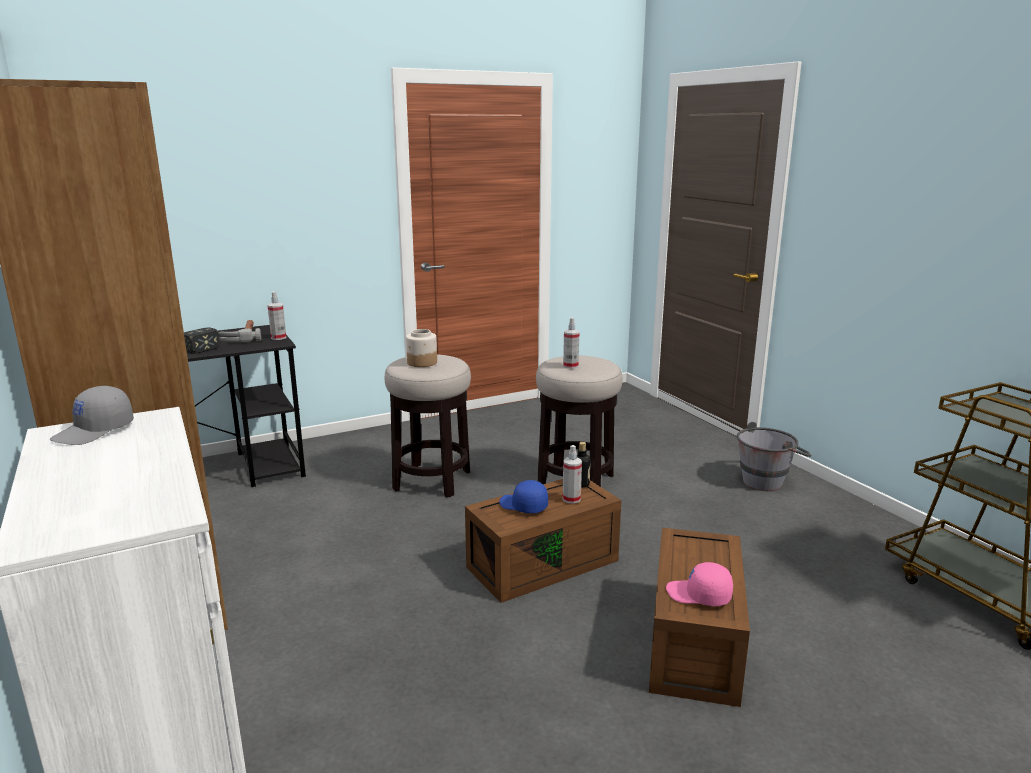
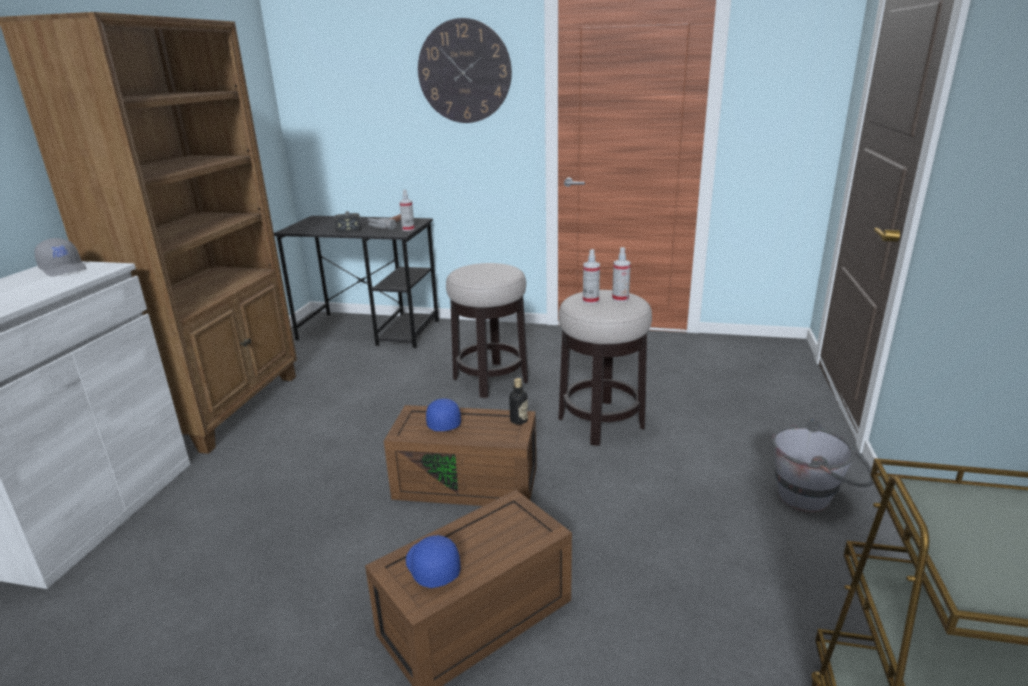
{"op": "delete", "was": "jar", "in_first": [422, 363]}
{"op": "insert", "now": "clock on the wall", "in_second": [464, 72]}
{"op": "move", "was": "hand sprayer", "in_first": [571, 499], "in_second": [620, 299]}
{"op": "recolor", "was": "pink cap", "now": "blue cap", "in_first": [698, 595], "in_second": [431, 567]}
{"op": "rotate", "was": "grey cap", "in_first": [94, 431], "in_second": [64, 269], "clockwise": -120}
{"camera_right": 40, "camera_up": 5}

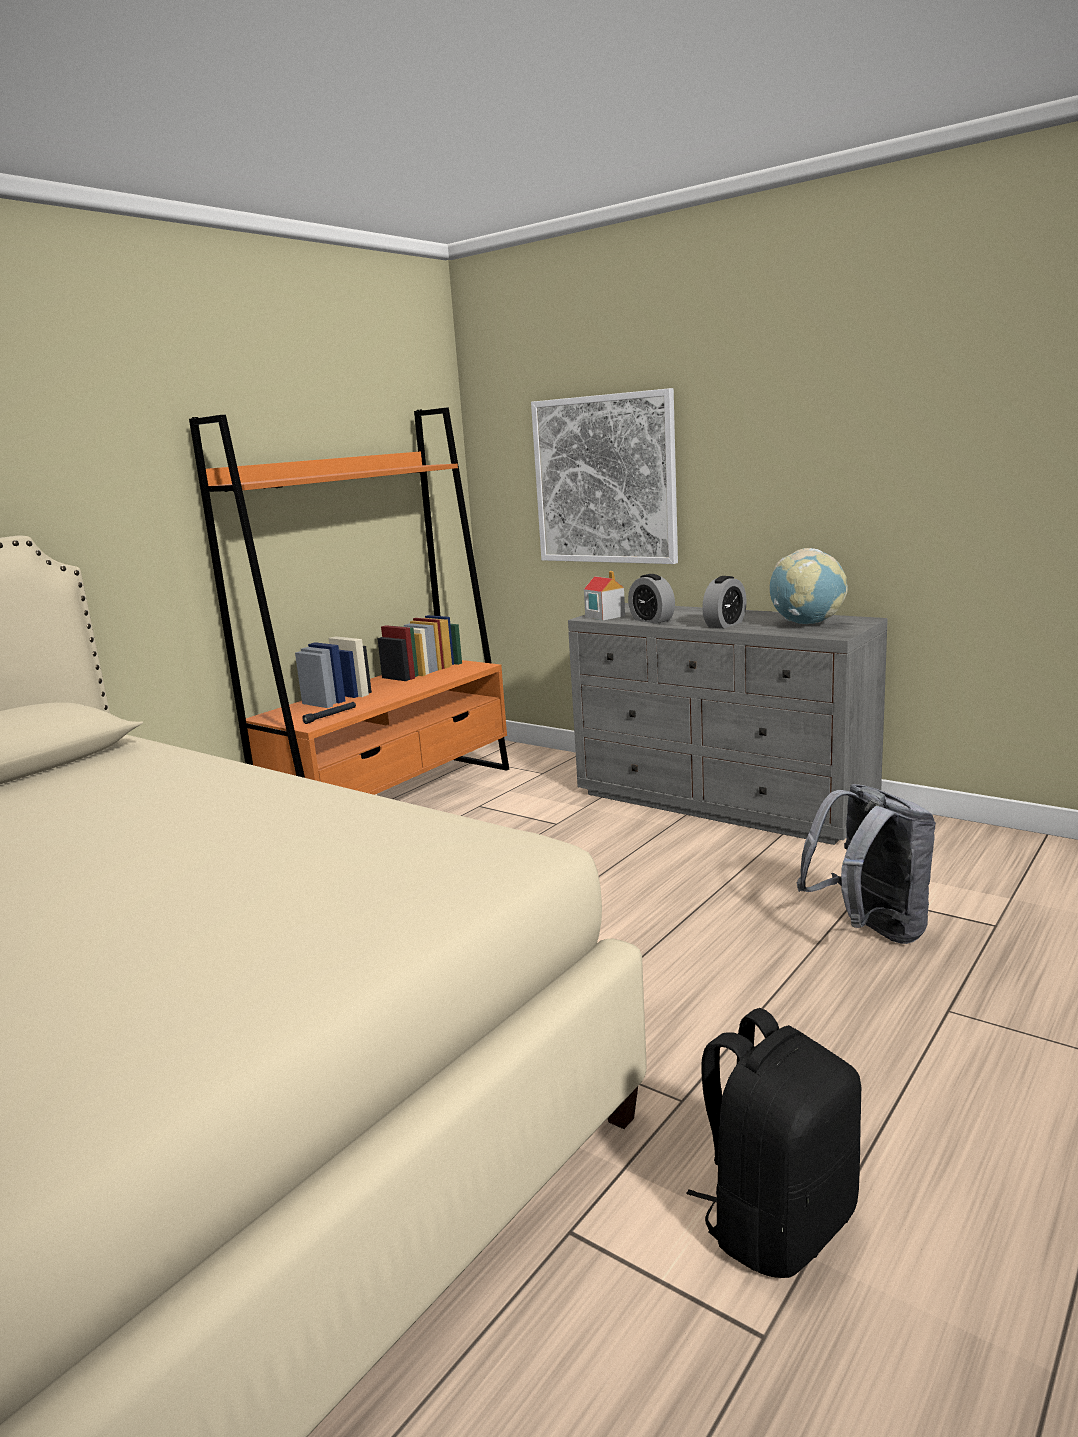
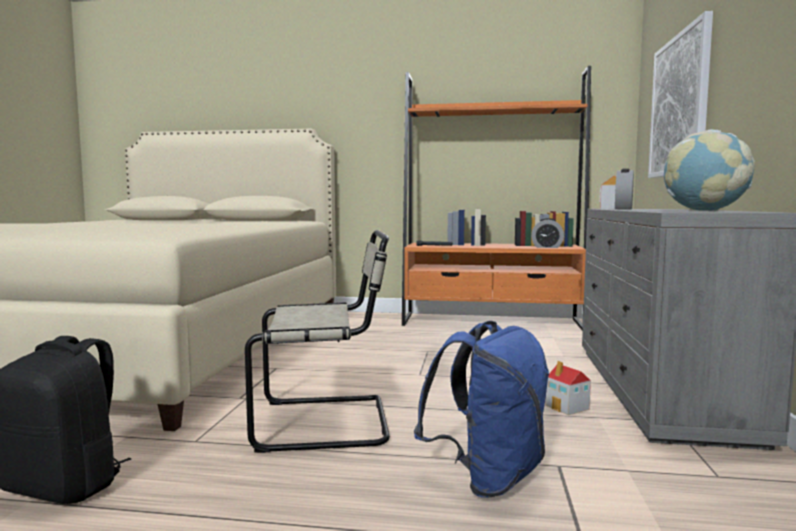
{"op": "insert", "now": "beige chair", "in_second": [328, 422]}
{"op": "insert", "now": "toy house", "in_second": [567, 407]}
{"op": "move", "was": "table clock", "in_first": [724, 624], "in_second": [547, 247]}
{"op": "recolor", "was": "grey rucksack", "now": "blue rucksack", "in_first": [870, 931], "in_second": [488, 477]}
{"camera_right": 60, "camera_up": -10}

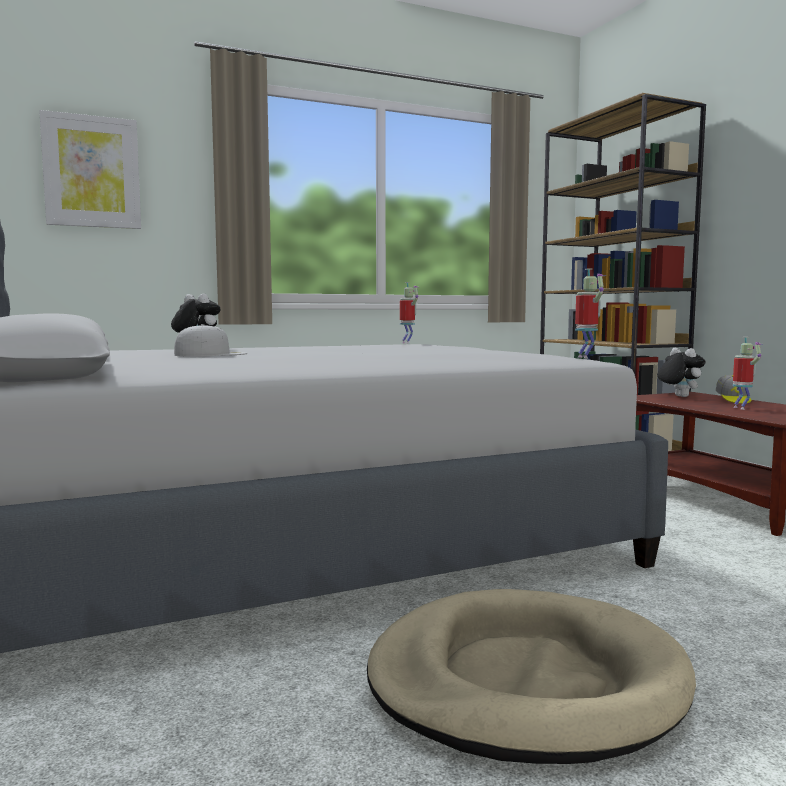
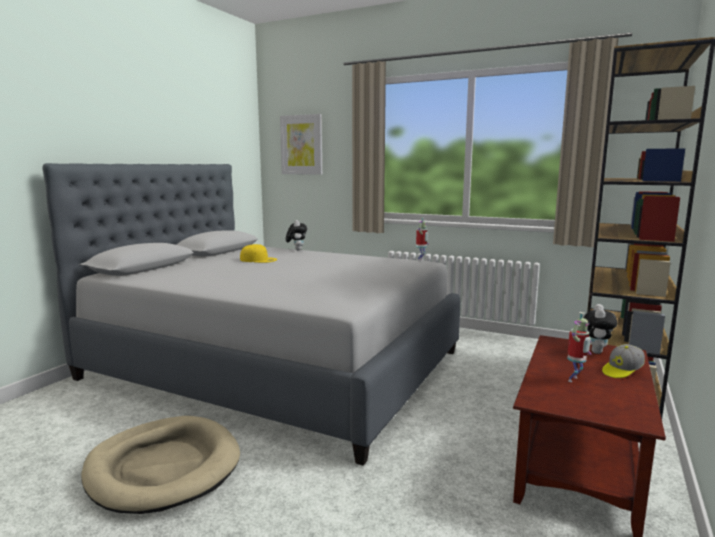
{"op": "delete", "was": "toy robot", "in_first": [586, 358]}
{"op": "recolor", "was": "white-coloured cap", "now": "yellow cap", "in_first": [211, 354], "in_second": [259, 259]}
{"camera_right": 50, "camera_up": 5}

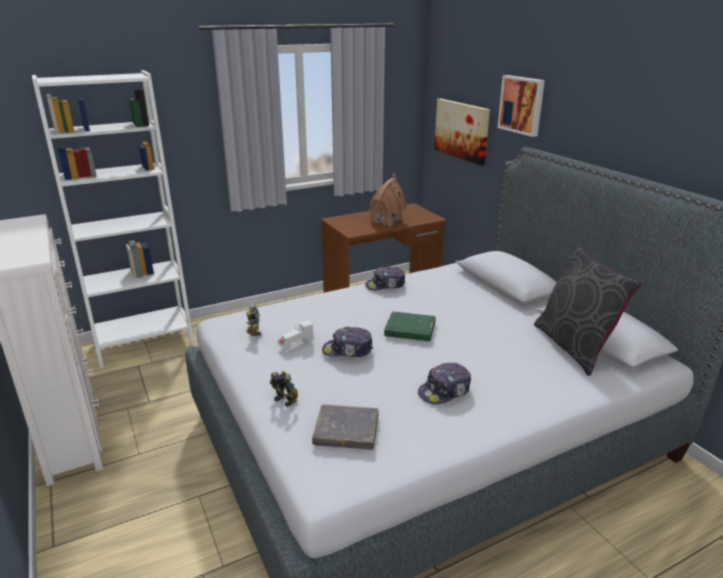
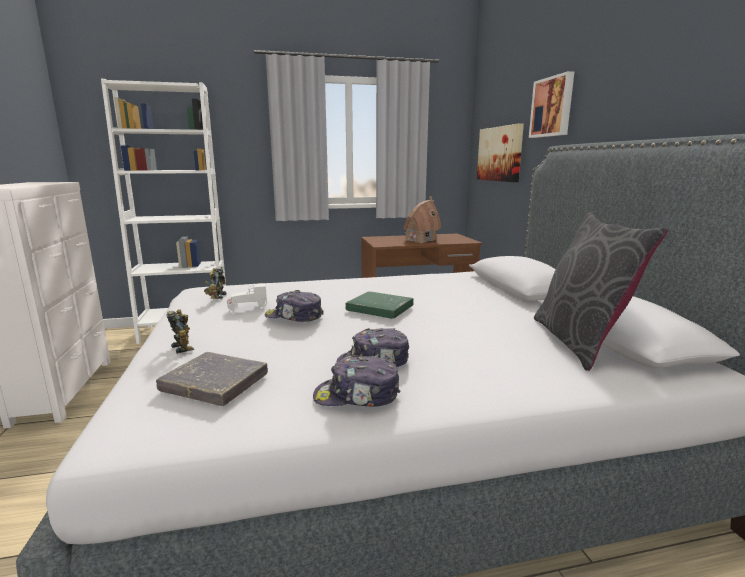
{"op": "move", "was": "cap", "in_first": [385, 285], "in_second": [357, 396]}
{"camera_right": 15, "camera_up": -10}

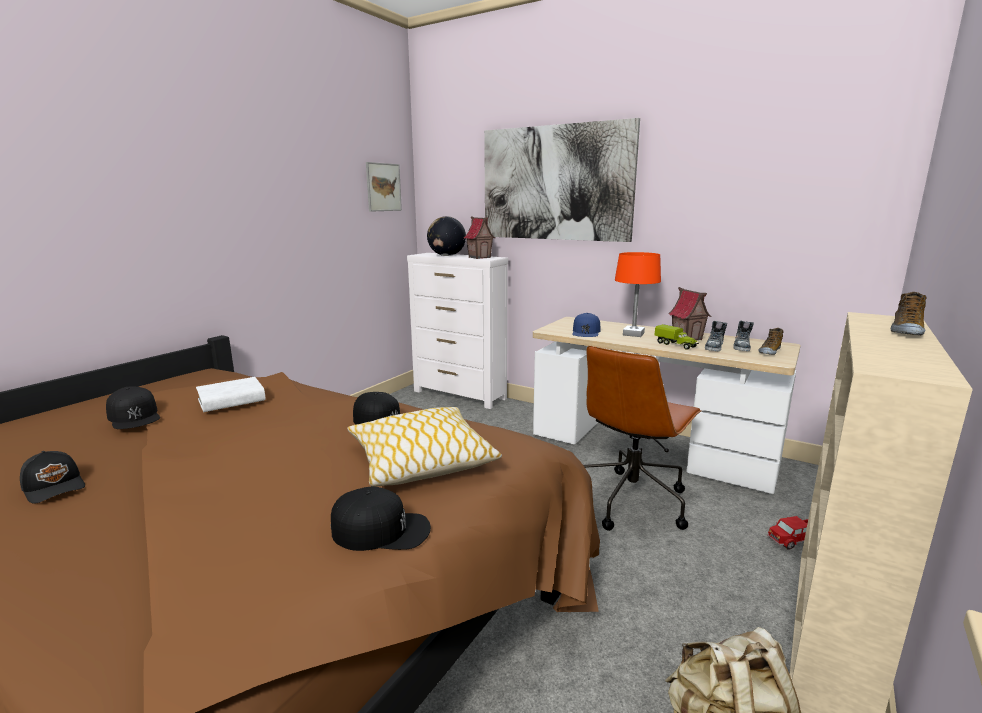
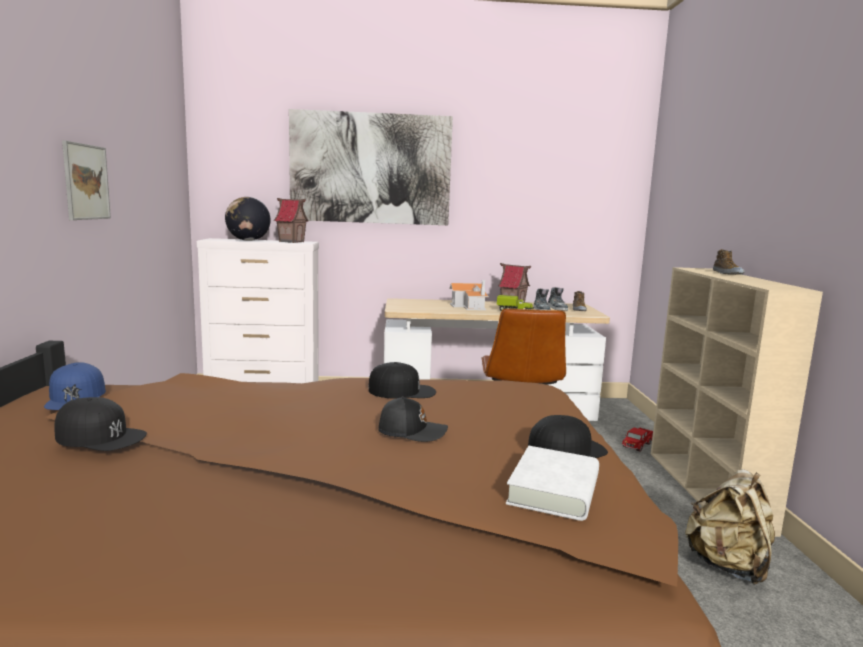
{"op": "delete", "was": "cushion", "in_first": [420, 461]}
{"op": "move", "was": "blackish cap", "in_first": [55, 487], "in_second": [411, 431]}
{"op": "move", "was": "white-coloured bound book", "in_first": [231, 400], "in_second": [554, 491]}
{"op": "move", "was": "wall art", "in_first": [383, 187], "in_second": [86, 182]}
{"op": "move", "was": "blue cap", "in_first": [586, 332], "in_second": [76, 397]}
{"op": "replace", "was": "orange tabletop lamp", "now": "toy house", "in_first": [633, 334], "in_second": [470, 306]}
{"camera_right": -35, "camera_up": -5}

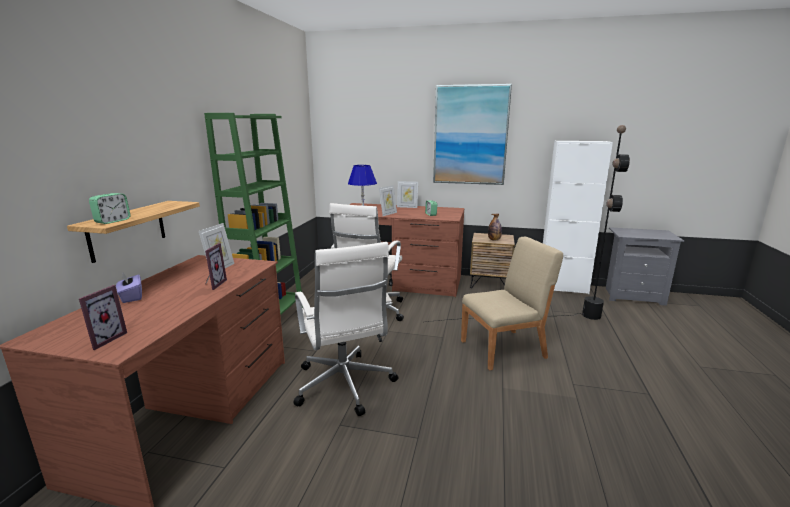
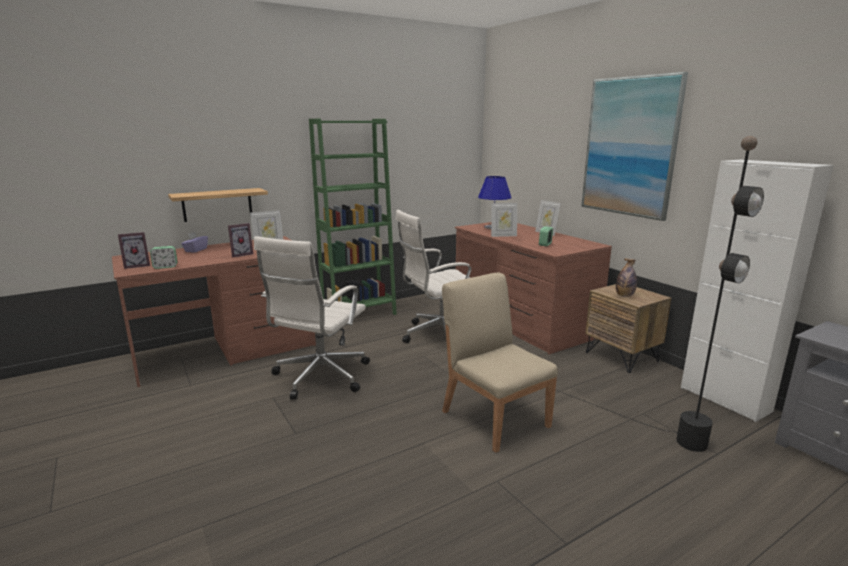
{"op": "move", "was": "table clock", "in_first": [113, 221], "in_second": [165, 267]}
{"op": "rotate", "was": "beige chair", "in_first": [504, 349], "in_second": [494, 418], "clockwise": -150}
{"camera_right": 45, "camera_up": 0}

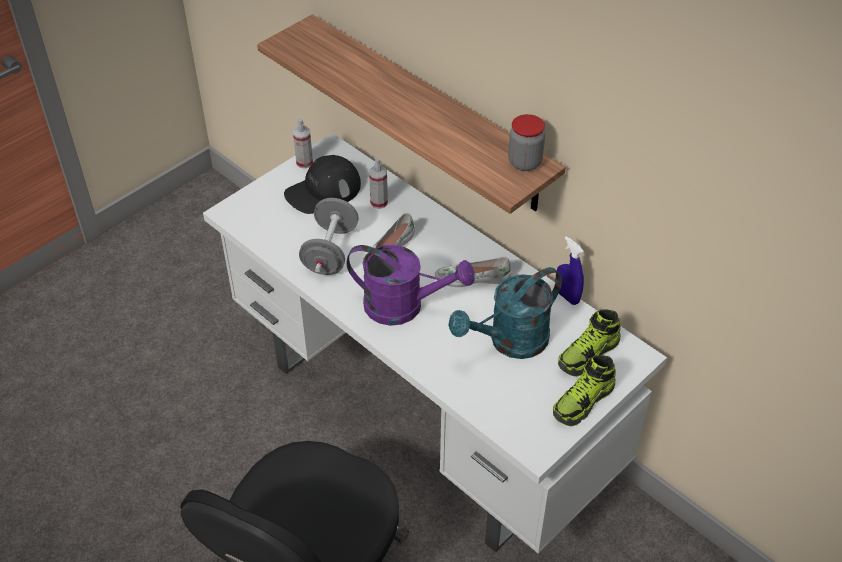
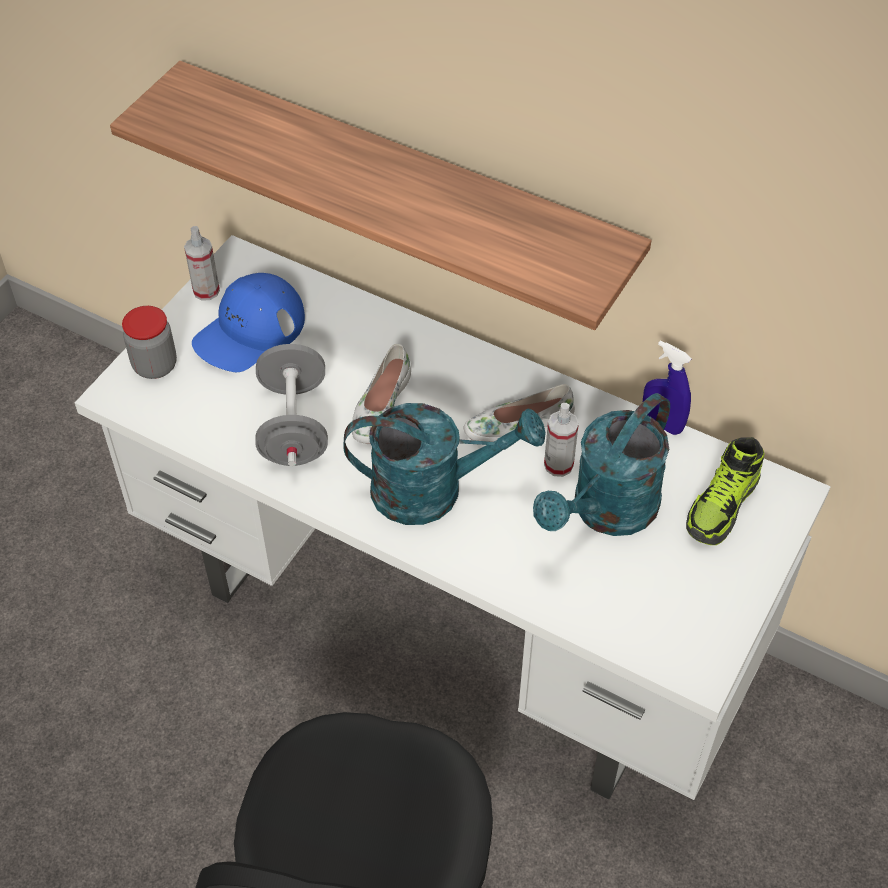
{"op": "delete", "was": "shoe", "in_first": [583, 402]}
{"op": "move", "was": "hand sprayer", "in_first": [379, 202], "in_second": [558, 465]}
{"op": "move", "was": "jar", "in_first": [524, 162], "in_second": [155, 365]}
{"op": "recolor", "was": "blackish cap", "now": "blue cap", "in_first": [323, 191], "in_second": [249, 330]}
{"op": "recolor", "was": "purple-coloured sprinkling can", "now": "turquoise sprinkling can", "in_first": [404, 306], "in_second": [433, 490]}
{"camera_right": -15, "camera_up": 5}

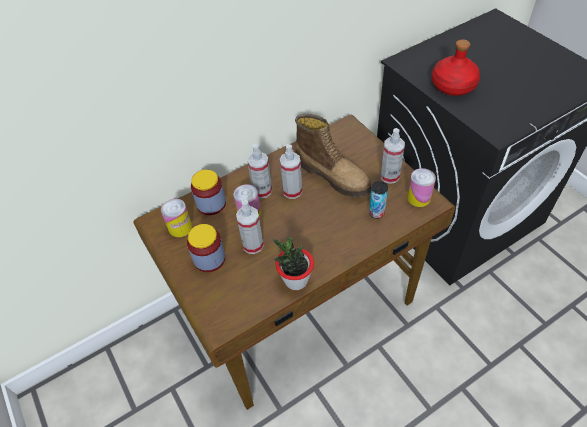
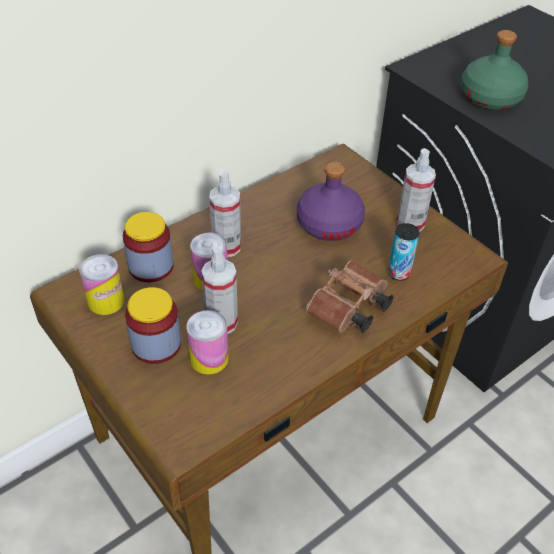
{"op": "delete", "was": "plant in a pot", "in_first": [295, 280]}
{"op": "delete", "was": "hand sprayer", "in_first": [292, 191]}
{"op": "insert", "now": "brown-coloured pair of binoculars", "in_second": [348, 310]}
{"op": "move", "was": "can", "in_first": [418, 198], "in_second": [209, 358]}
{"op": "replace", "was": "high-top boot", "now": "purple-coloured beverage bottle", "in_first": [333, 175], "in_second": [329, 224]}
{"op": "recolor", "was": "red-coloured beverage bottle", "now": "green beverage bottle", "in_first": [452, 86], "in_second": [489, 98]}
{"camera_right": -10, "camera_up": -5}

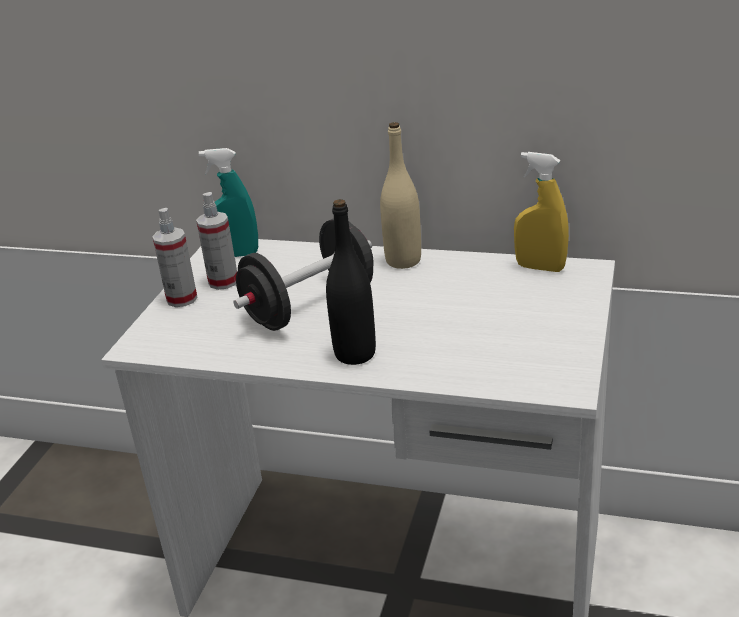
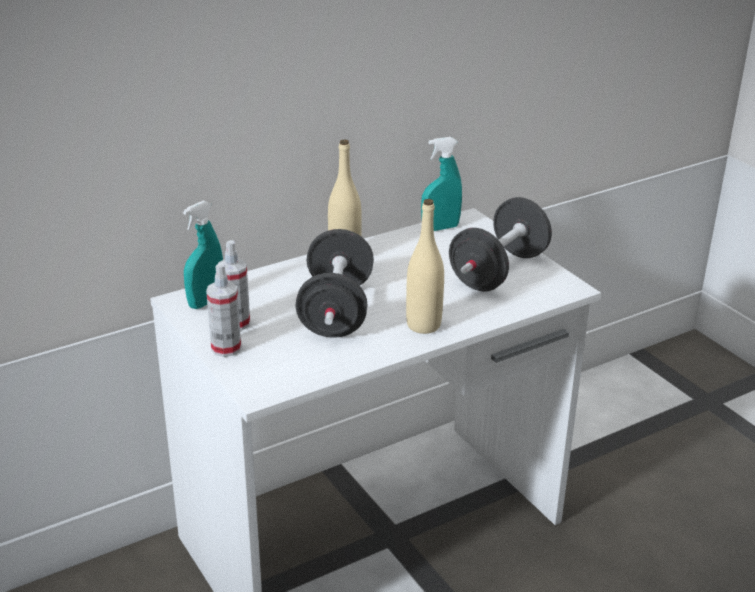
{"op": "insert", "now": "blackish free weight", "in_second": [498, 271]}
{"op": "recolor", "was": "blackish beverage bottle", "now": "beige beverage bottle", "in_first": [355, 354], "in_second": [423, 325]}
{"op": "recolor", "was": "yellow hand sprayer", "now": "turquoise hand sprayer", "in_first": [540, 267], "in_second": [440, 228]}
{"camera_right": -50, "camera_up": 0}

